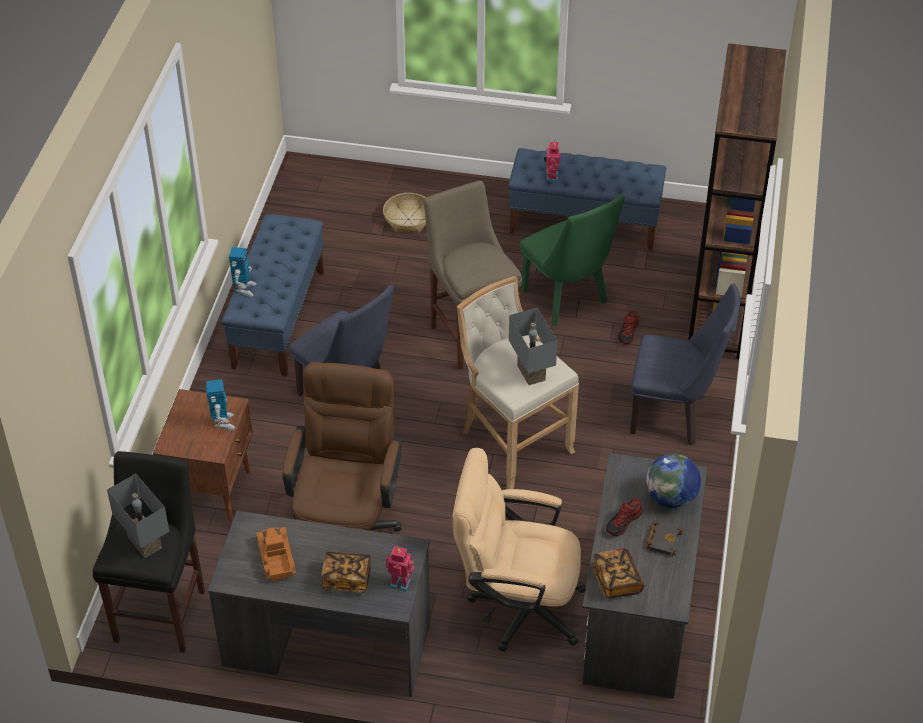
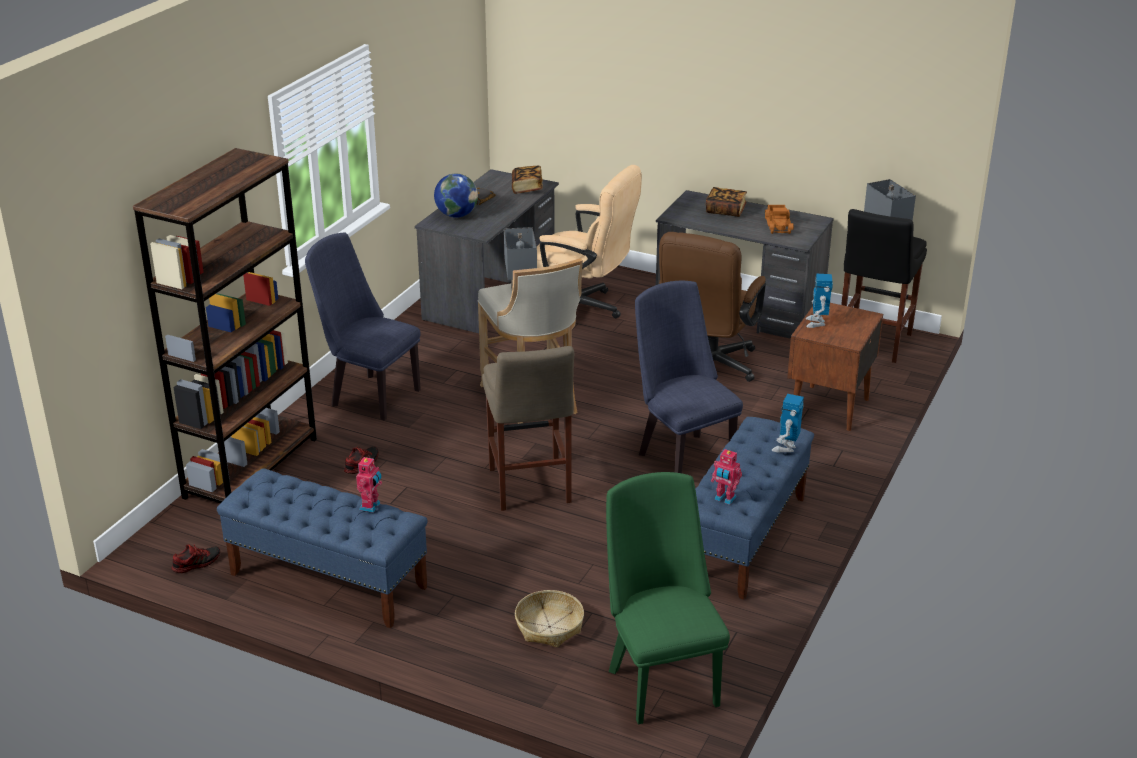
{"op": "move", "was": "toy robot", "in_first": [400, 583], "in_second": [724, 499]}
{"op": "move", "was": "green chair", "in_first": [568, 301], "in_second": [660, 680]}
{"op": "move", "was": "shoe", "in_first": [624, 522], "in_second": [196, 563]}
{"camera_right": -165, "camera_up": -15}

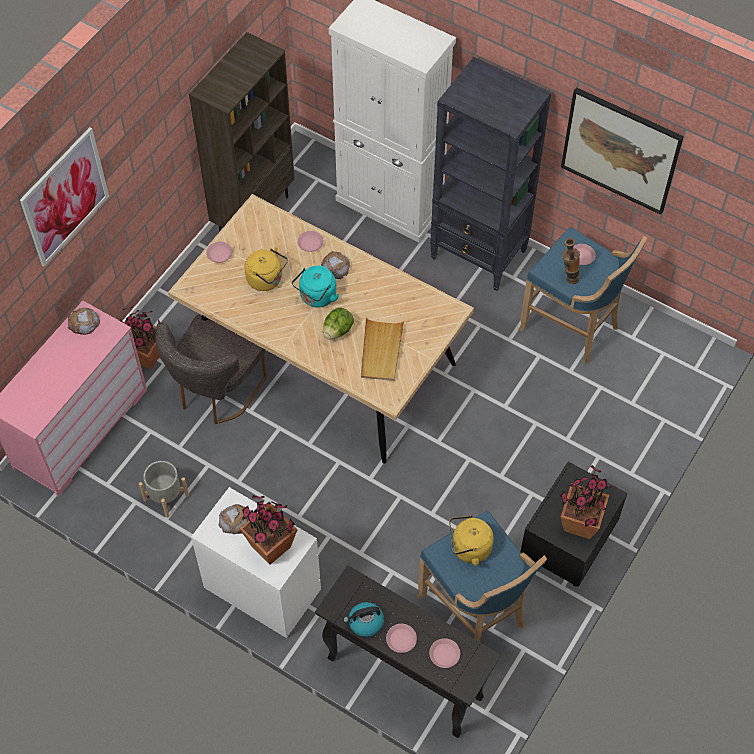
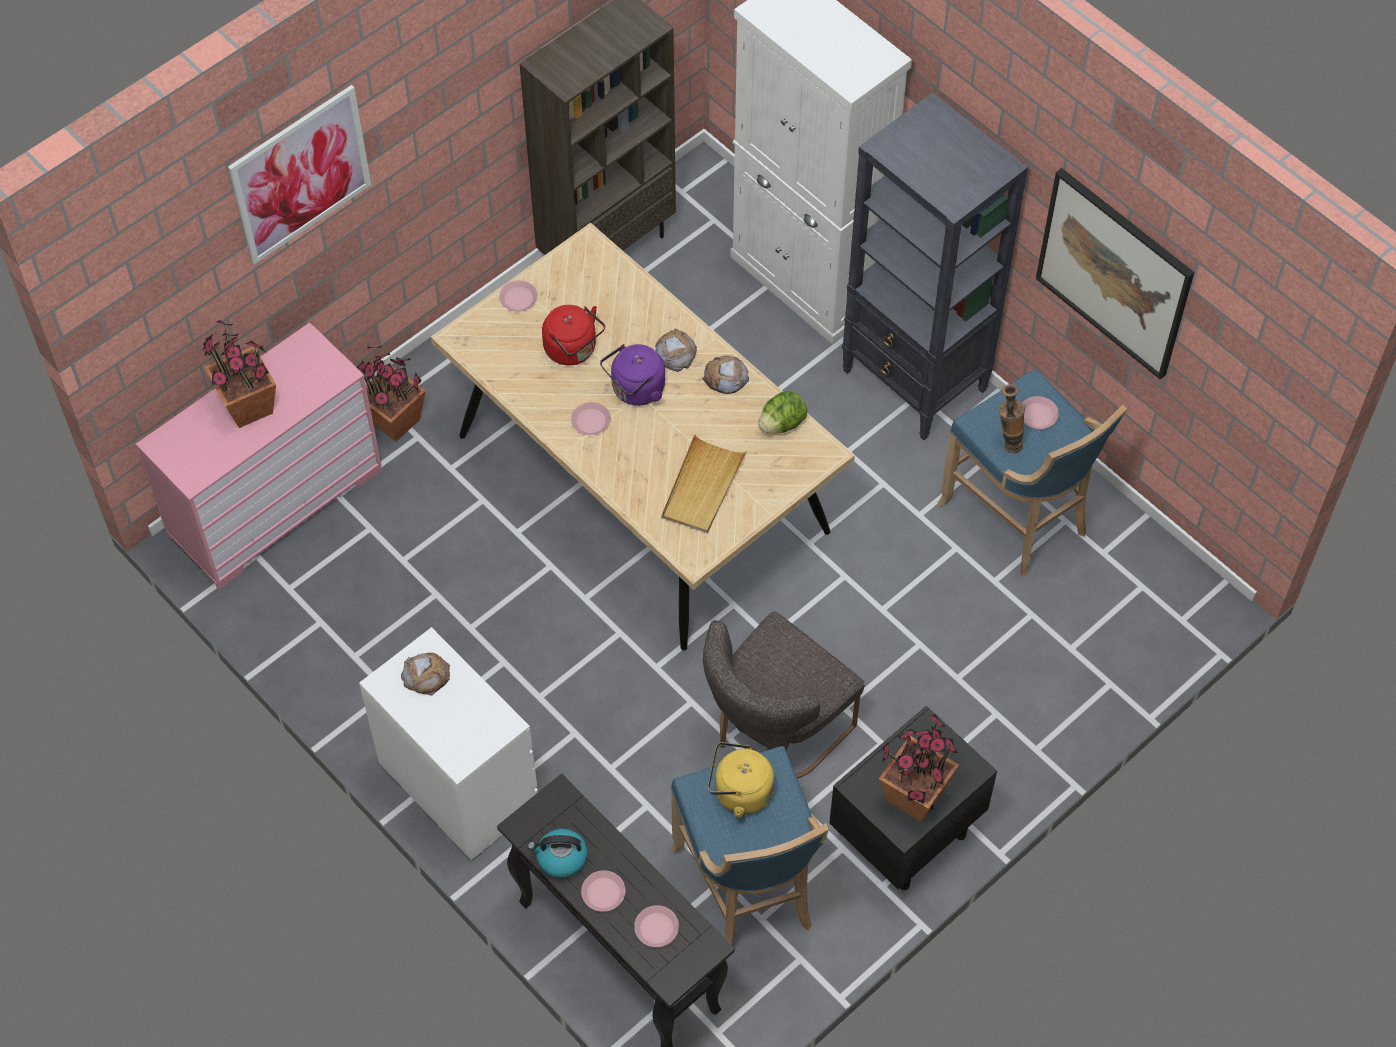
{"op": "delete", "was": "grey plant pot", "in_first": [166, 497]}
{"op": "move", "was": "bakery bread", "in_first": [83, 323], "in_second": [725, 377]}
{"op": "move", "was": "grey chair", "in_first": [215, 392], "in_second": [774, 732]}
{"op": "move", "was": "plant in a pot", "in_first": [271, 547], "in_second": [249, 407]}
{"op": "move", "was": "pink dinner plate", "in_first": [310, 243], "in_second": [590, 421]}
{"op": "move", "was": "lettuce", "in_first": [338, 330], "in_second": [782, 424]}
{"op": "recolor", "was": "yellow tea kettle", "now": "red-coloured tea kettle", "in_first": [267, 280], "in_second": [573, 350]}
{"op": "recolor", "was": "turquoise tea kettle", "now": "purple-coloured tea kettle", "in_first": [317, 297], "in_second": [635, 390]}
{"camera_right": 15, "camera_up": 0}

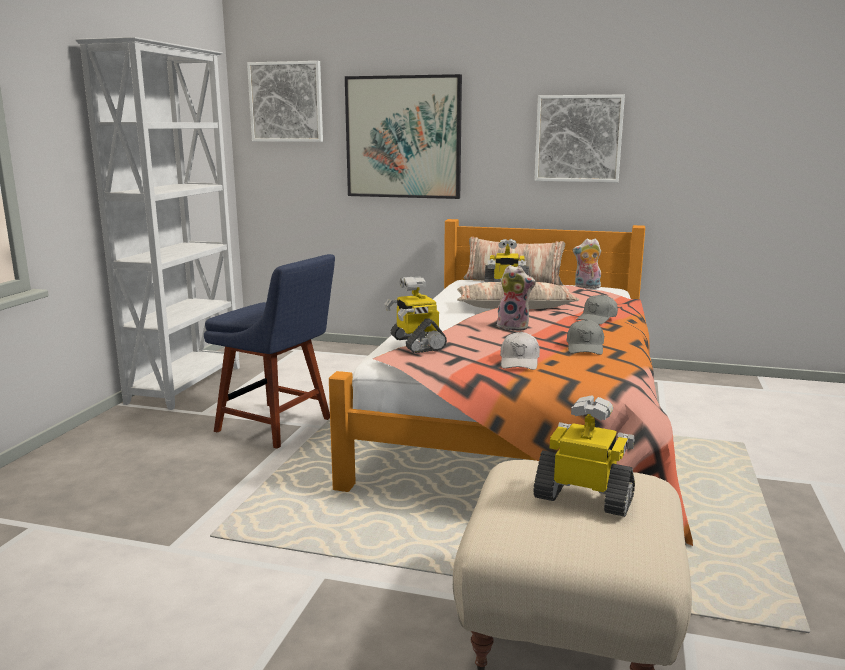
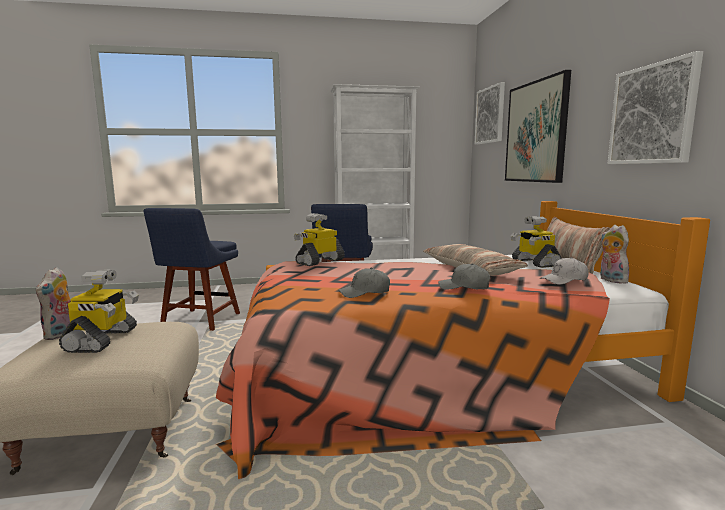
{"op": "insert", "now": "blue chair", "in_second": [199, 321]}
{"op": "move", "was": "plush toy", "in_first": [514, 327], "in_second": [62, 334]}
{"op": "move", "was": "white-coloured cap", "in_first": [519, 361], "in_second": [564, 280]}
{"camera_right": 65, "camera_up": -5}

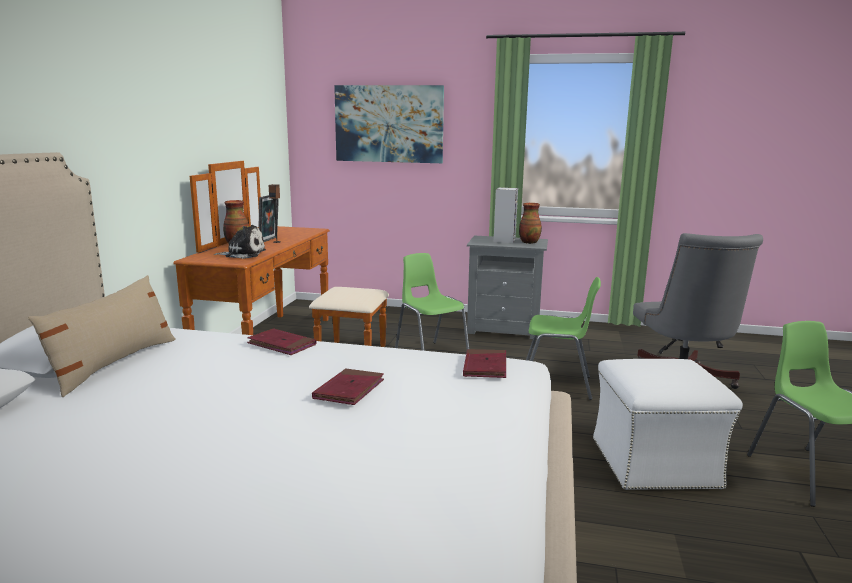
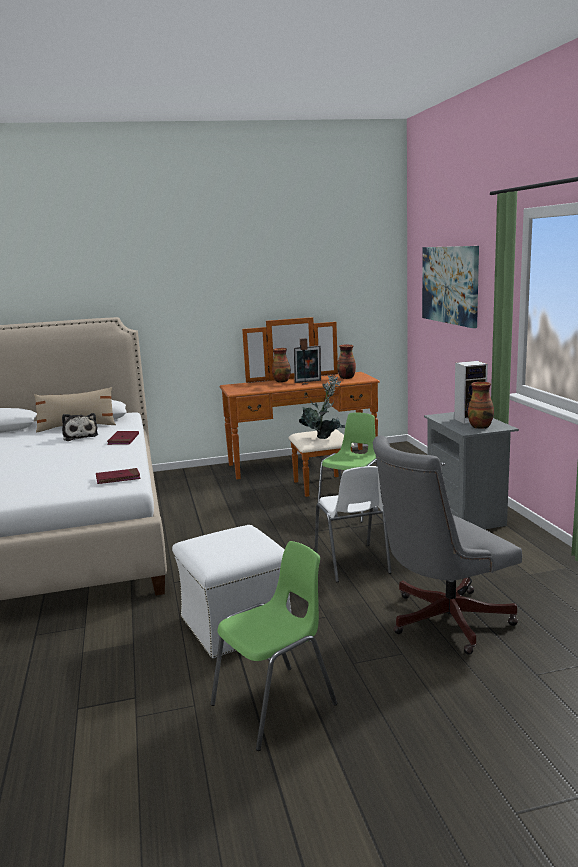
{"op": "delete", "was": "red-coloured bound book", "in_first": [349, 390]}
{"op": "insert", "now": "plant in a pot", "in_second": [324, 436]}
{"op": "insert", "now": "flower vase", "in_second": [346, 378]}
{"op": "move", "was": "plush toy", "in_first": [243, 254], "in_second": [80, 436]}
{"op": "recolor", "was": "green chair", "now": "white-coloured chair", "in_first": [556, 385], "in_second": [352, 563]}
{"camera_right": 65, "camera_up": 0}

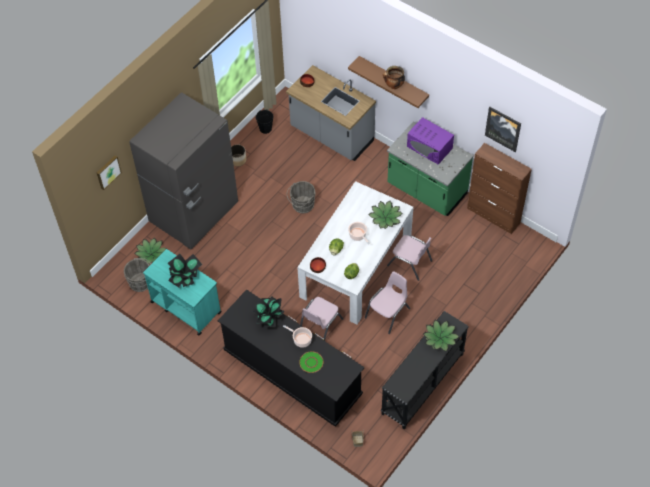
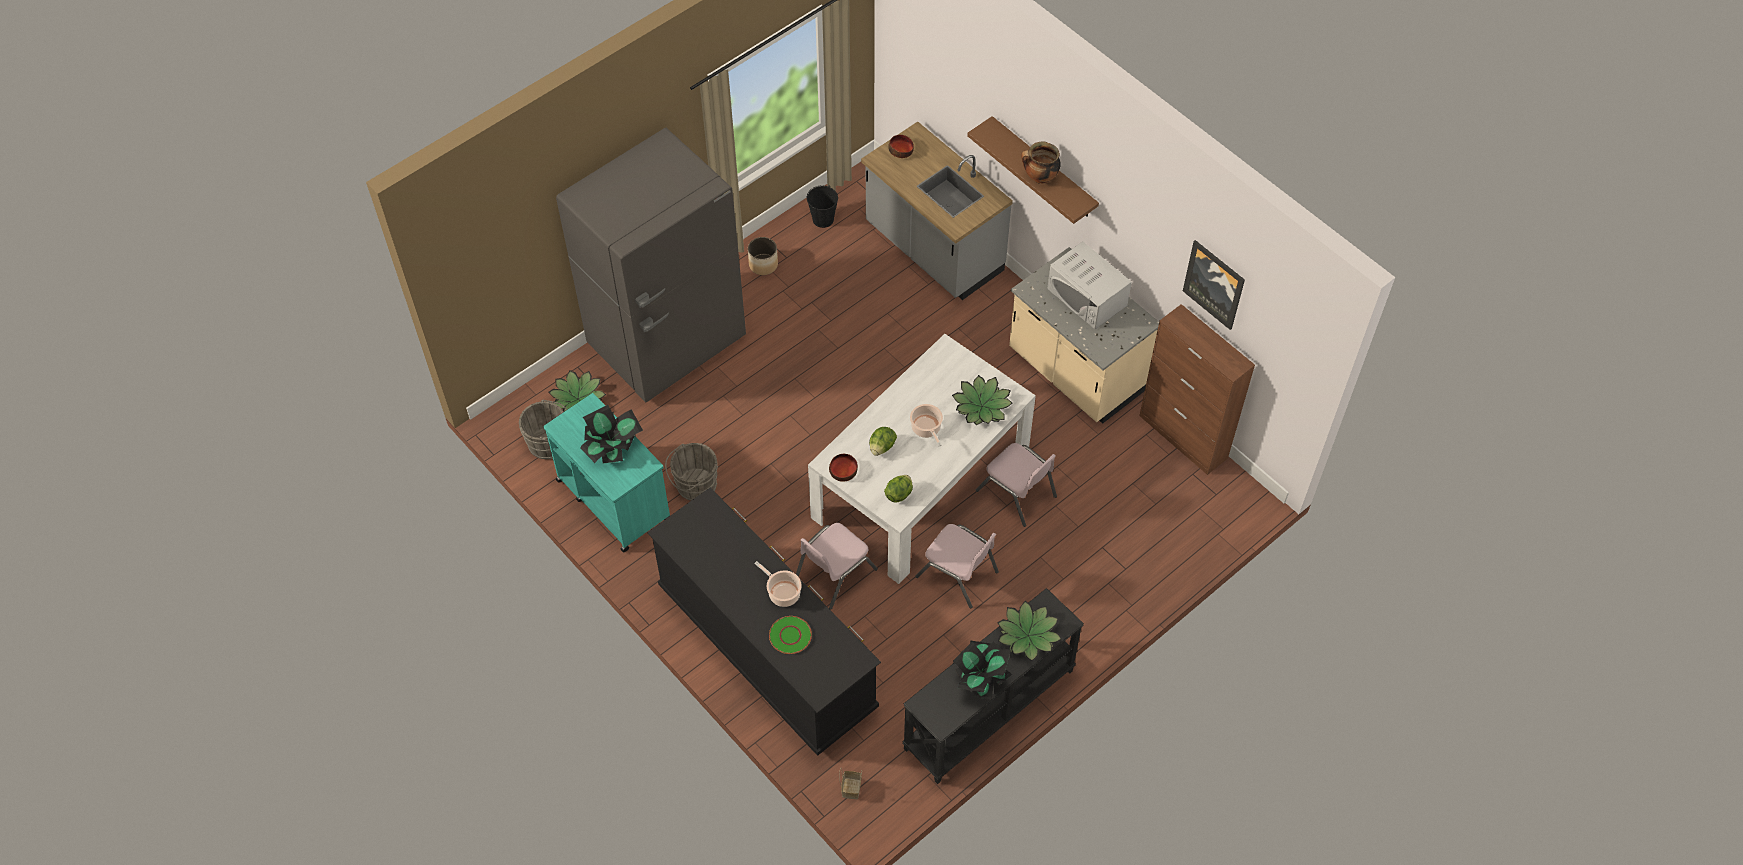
{"op": "delete", "was": "wall art", "in_first": [108, 172]}
{"op": "move", "was": "plant in a pot", "in_first": [268, 317], "in_second": [980, 678]}
{"op": "move", "was": "grey bucket", "in_first": [302, 205], "in_second": [694, 486]}
{"op": "recolor", "was": "green counter", "now": "beige counter", "in_first": [426, 190], "in_second": [1075, 372]}
{"op": "recolor", "was": "purple-coloured microwave", "now": "white-coloured microwave", "in_first": [429, 147], "in_second": [1087, 297]}
{"op": "rotate", "was": "pink chair", "in_first": [388, 313], "in_second": [957, 574], "clockwise": 75}
{"camera_right": 10, "camera_up": 0}

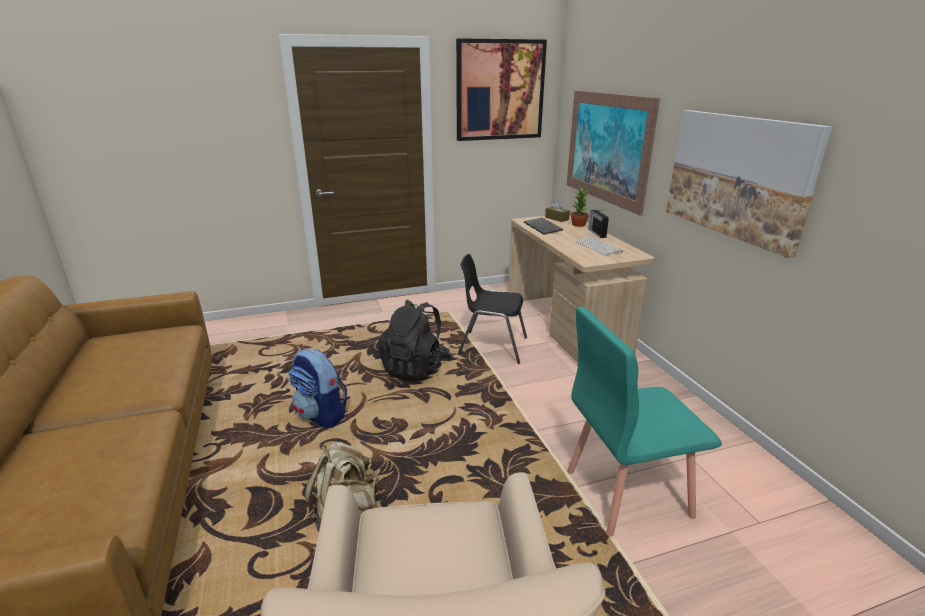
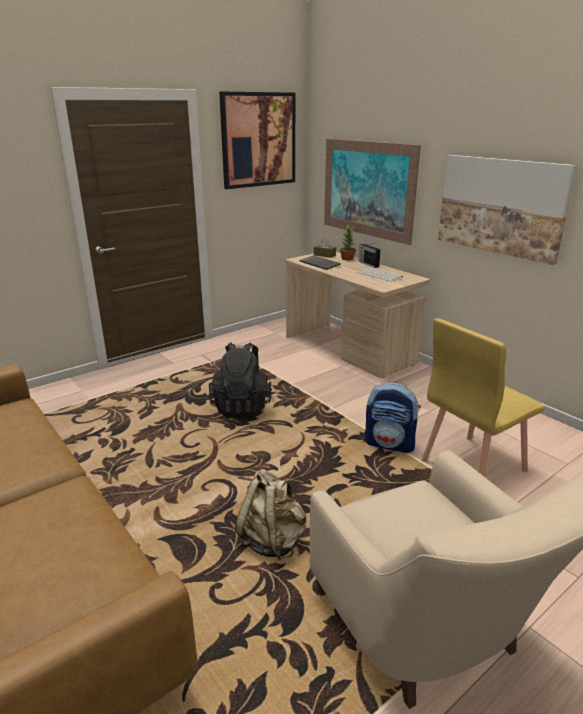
{"op": "delete", "was": "blackish chair", "in_first": [491, 346]}
{"op": "move", "was": "rucksack", "in_first": [321, 415], "in_second": [390, 444]}
{"op": "recolor", "was": "turquoise chair", "now": "yellow chair", "in_first": [626, 492], "in_second": [472, 465]}
{"camera_right": -20, "camera_up": 0}

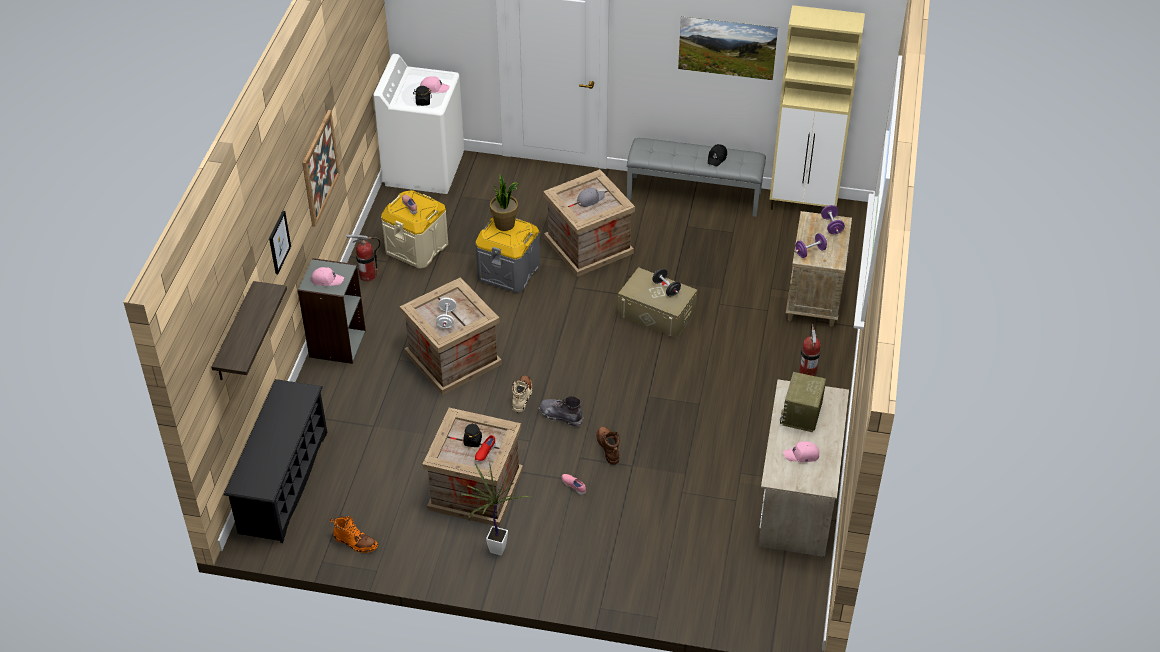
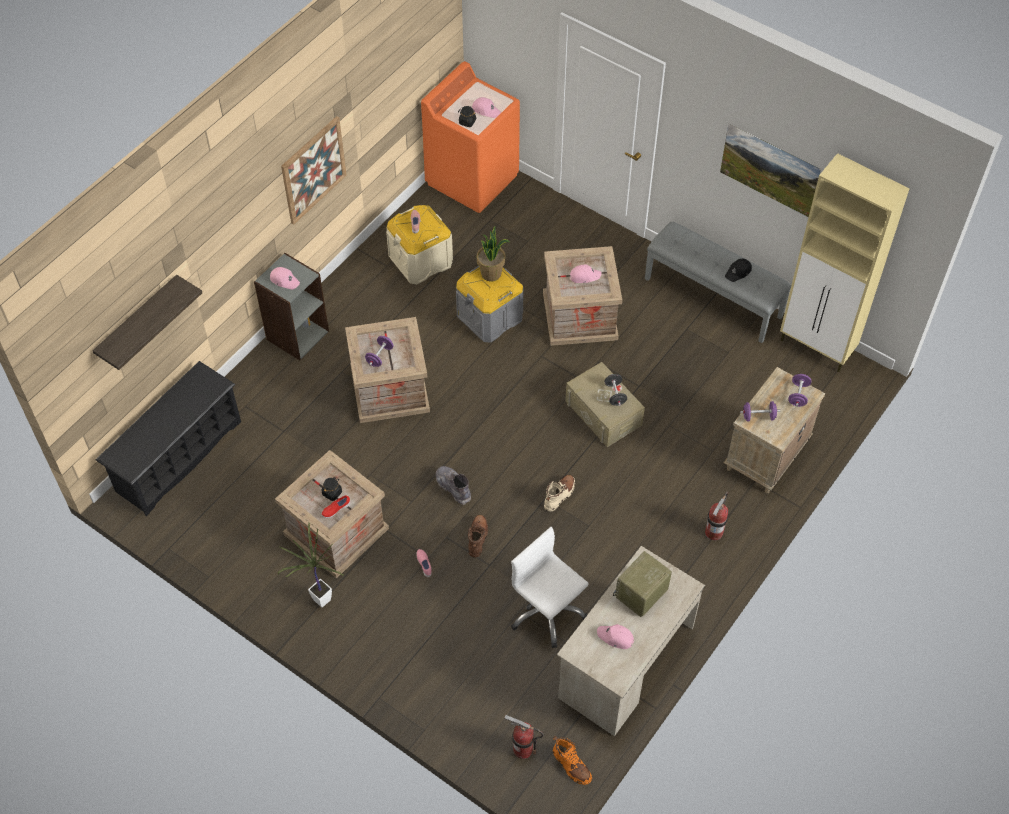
{"op": "delete", "was": "wall art", "in_first": [279, 242]}
{"op": "insert", "now": "white-coloured office chair", "in_second": [547, 612]}
{"op": "move", "was": "orange high-top boot", "in_first": [355, 542], "in_second": [571, 765]}
{"op": "move", "was": "fire extinguisher", "in_first": [367, 275], "in_second": [523, 749]}
{"op": "move", "was": "beige high-top boot", "in_first": [522, 396], "in_second": [559, 495]}
{"op": "recolor", "was": "white-coloured laundry appliance", "now": "orange laundry appliance", "in_first": [424, 169], "in_second": [472, 179]}
{"op": "recolor", "was": "white-coloured free weight", "now": "purple-coloured free weight", "in_first": [446, 319], "in_second": [379, 356]}
{"op": "recolor", "was": "grey cap", "now": "pink cap", "in_first": [590, 199], "in_second": [584, 276]}
{"camera_right": 25, "camera_up": 10}

